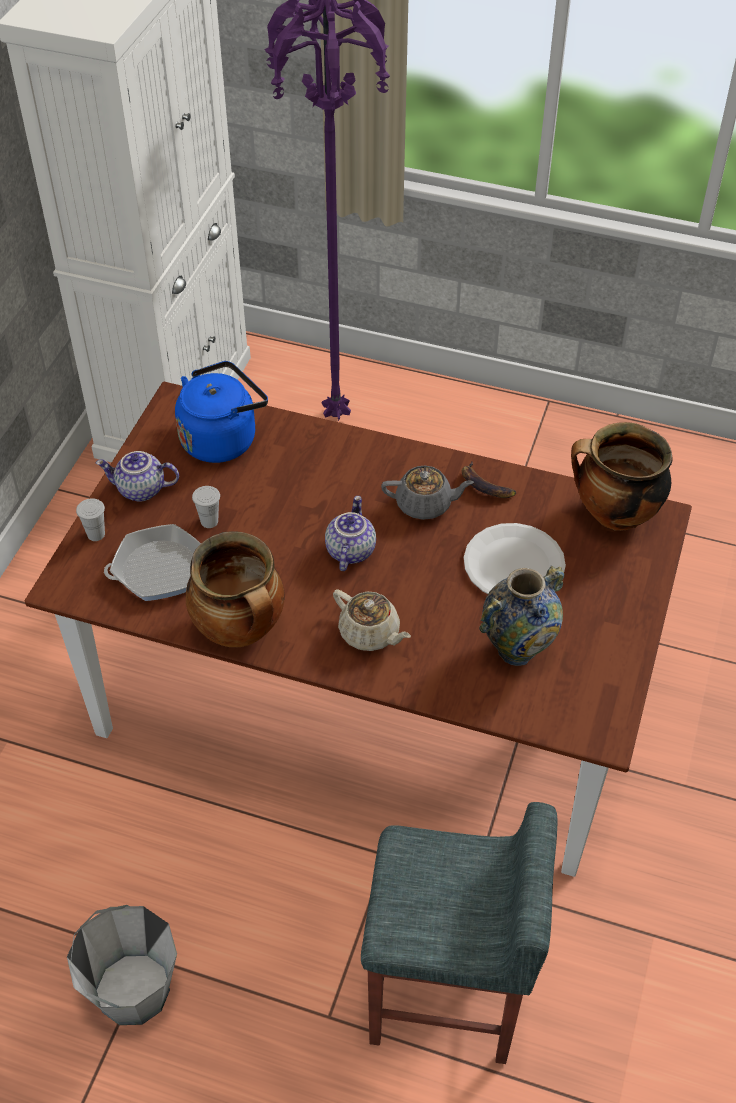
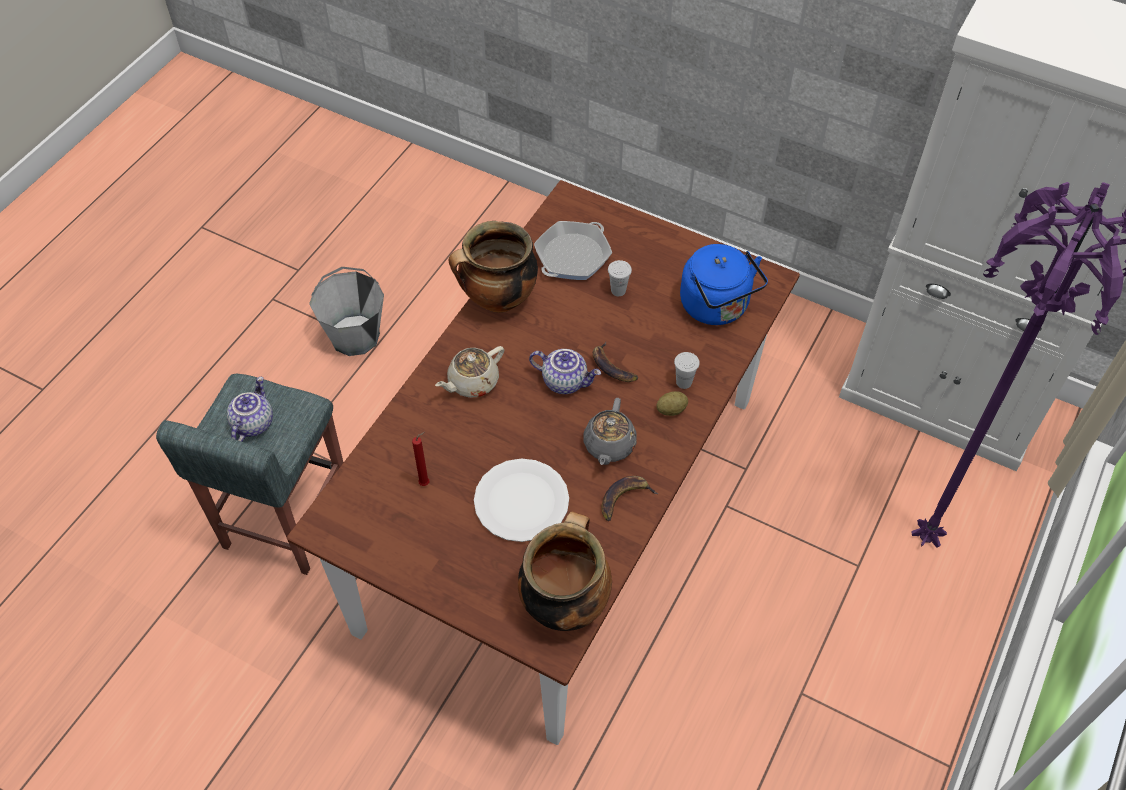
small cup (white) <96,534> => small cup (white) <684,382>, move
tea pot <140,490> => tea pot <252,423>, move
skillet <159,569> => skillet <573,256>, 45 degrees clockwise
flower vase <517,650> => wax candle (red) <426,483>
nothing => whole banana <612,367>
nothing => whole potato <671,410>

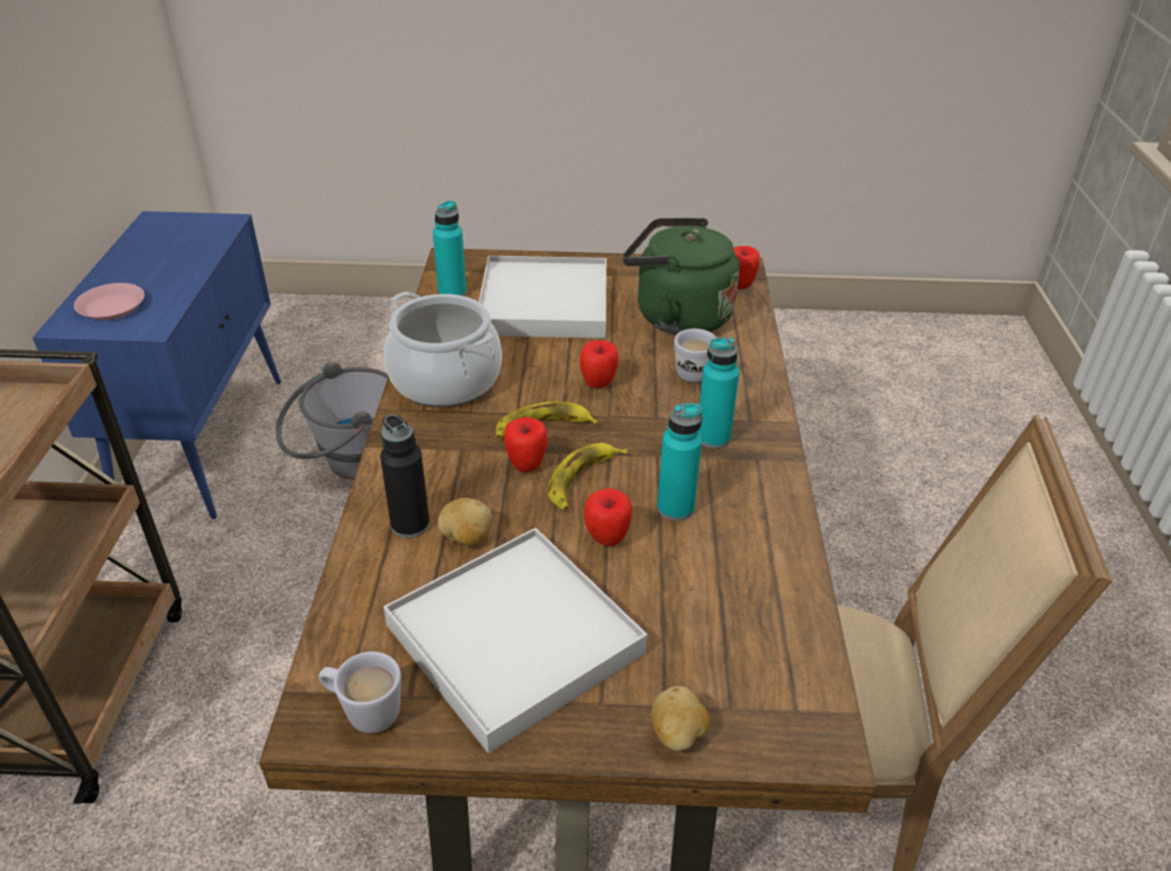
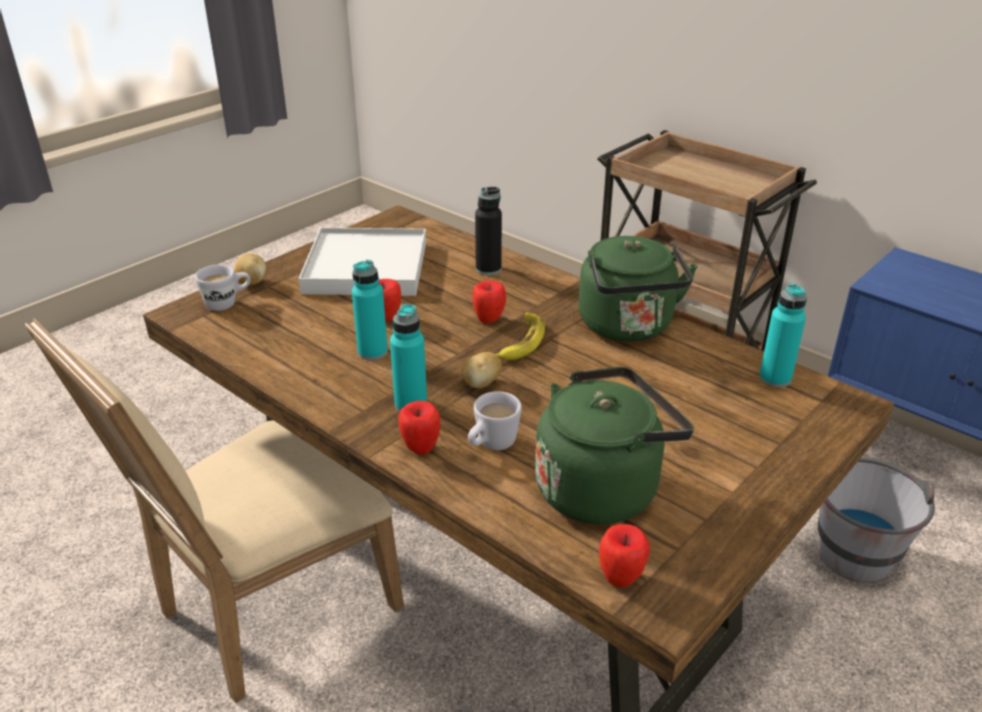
flat dish (pinkish) <111,307> => nothing
mug (white) <364,711> => mug (white) <227,303>, move
stockpot <446,380> => water kettle (green) <628,327>
whole potato <466,538> => whole potato <481,384>, move
serving tray (white) <543,303> => nothing
whole banana <582,480> => nothing
apple <598,384> => apple <420,448>, move

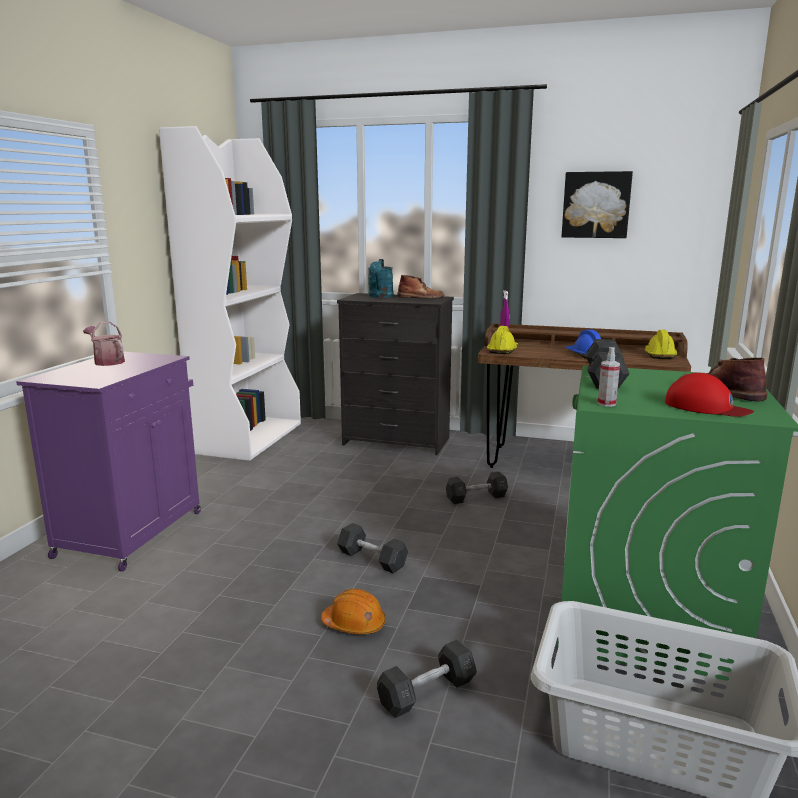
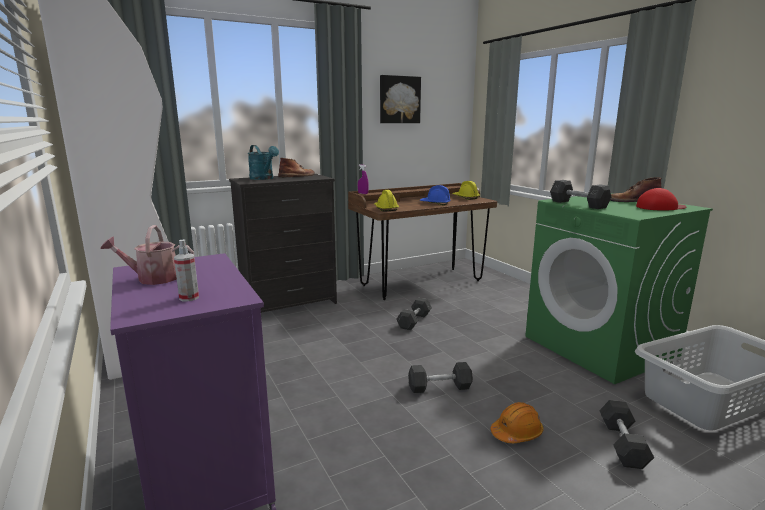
hand sprayer <606,404> => hand sprayer <189,298>, move

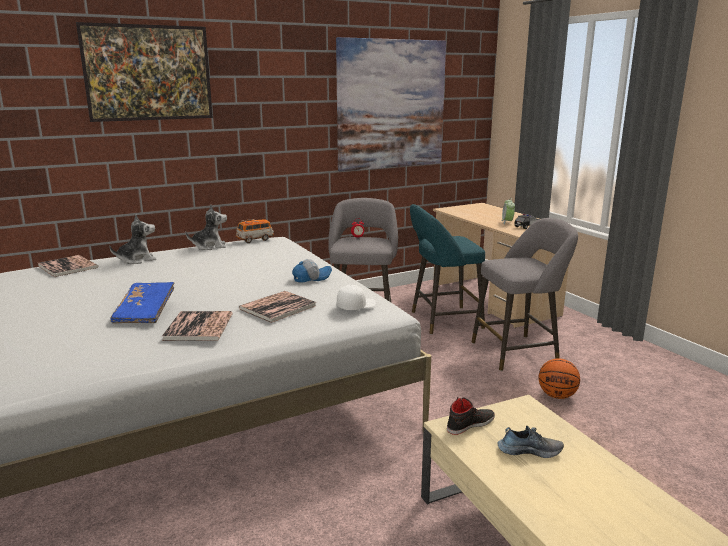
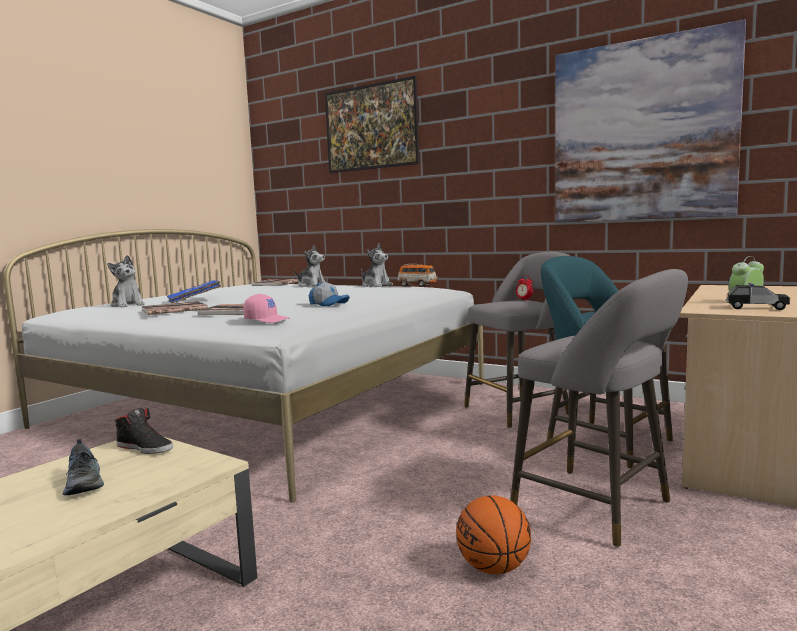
peaked cap (white) <356,306> => peaked cap (pinkish) <267,320>
nothing => plush toy <128,305>

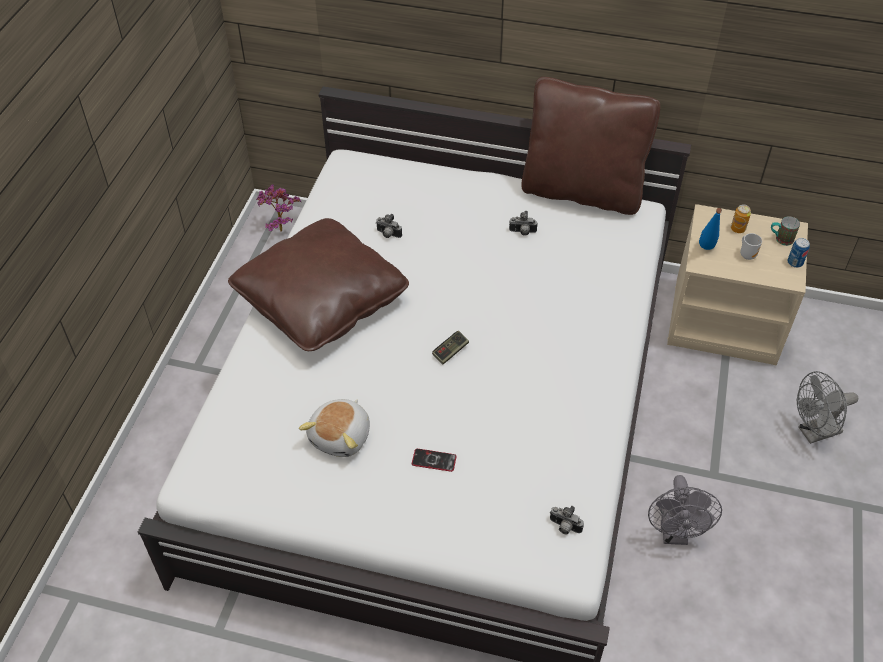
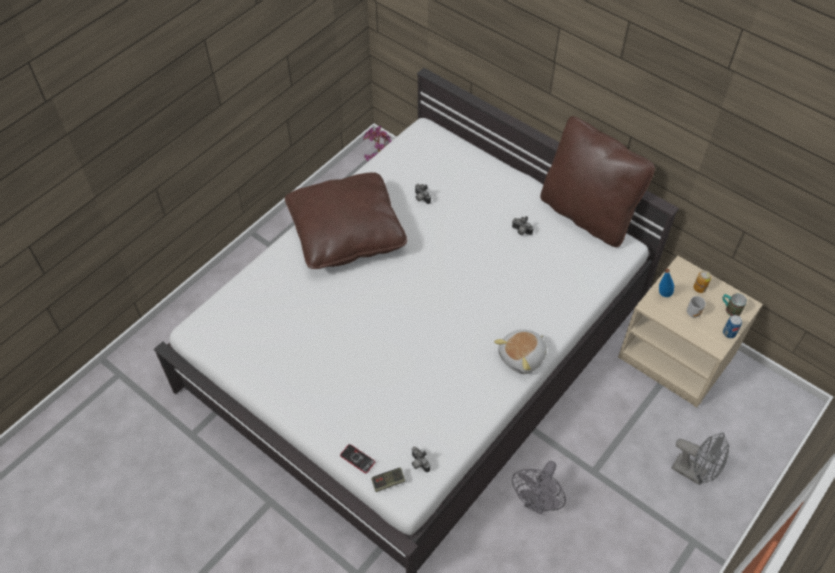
plush toy <342,437> => plush toy <522,357>, move
telephone <434,460> => telephone <357,459>, move
joypad <450,351> => joypad <388,482>, move
fan (grey) <814,433> => fan (grey) <694,472>, 150 degrees counterclockwise

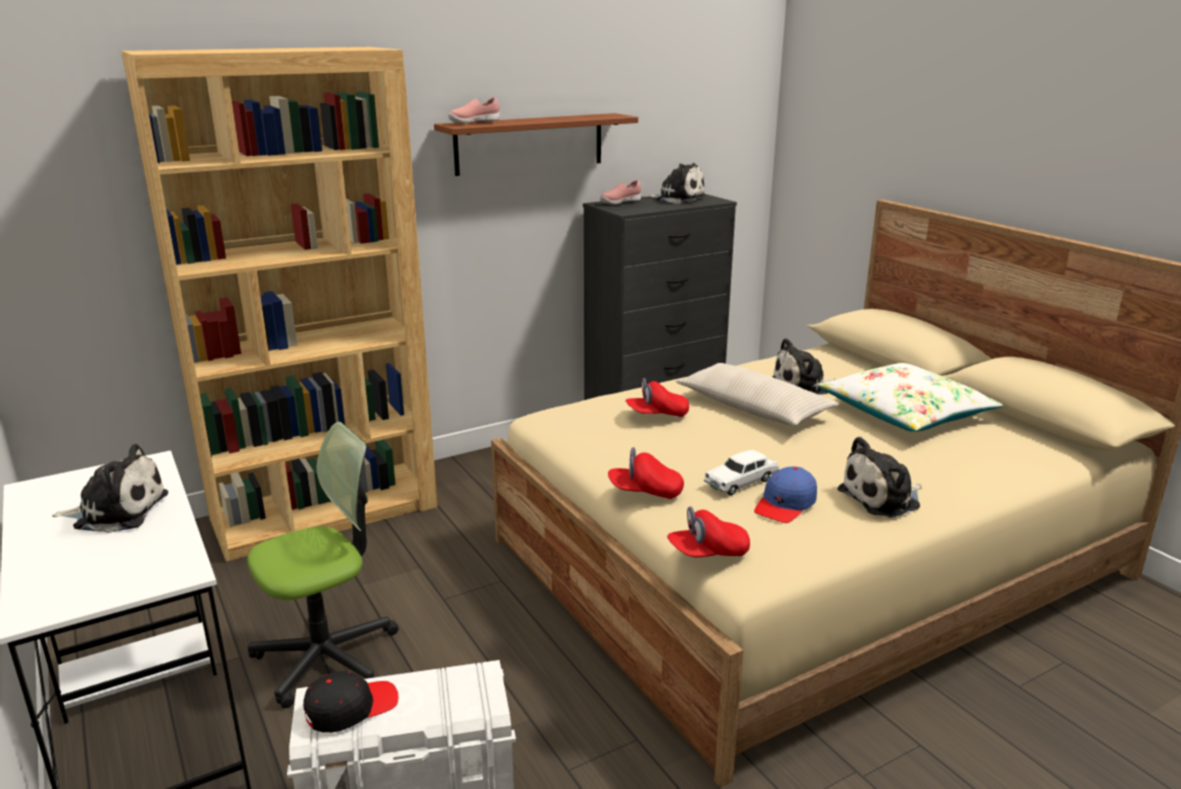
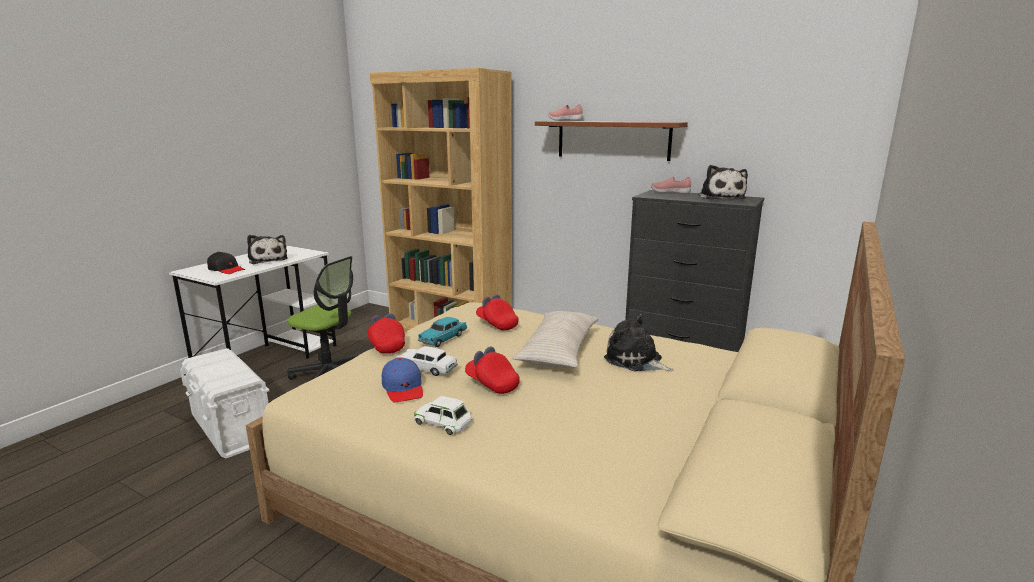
peaked cap (black-coloured) <351,708> => peaked cap (black-coloured) <226,269>, move
peaked cap (red) <708,553> => peaked cap (red) <492,384>, move
peaked cap (blue) <785,504> => peaked cap (blue) <403,388>, 120 degrees counterclockwise
throw pillow (white) <905,413> => nothing
plush toy <883,498> => toy car (white) <444,422>
nothing => toy car (blue-green) <443,339>

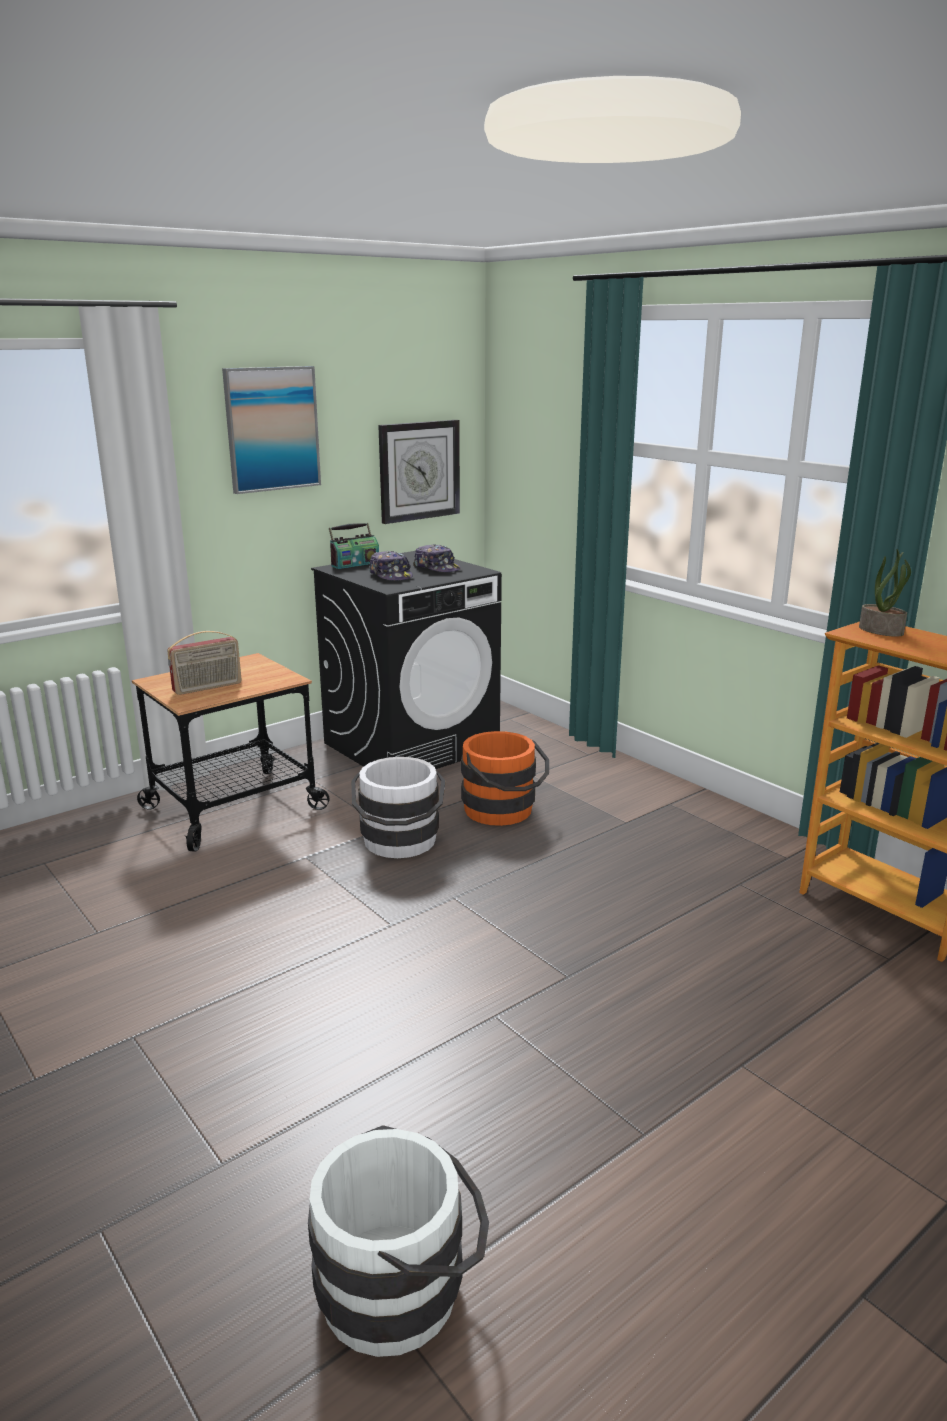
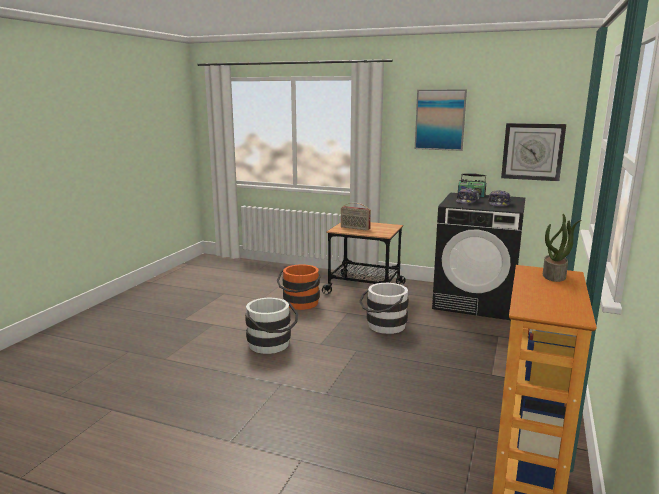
bucket (white) <404,1287> => bucket (white) <271,345>, move
bucket (orange) <503,812> => bucket (orange) <300,304>, move

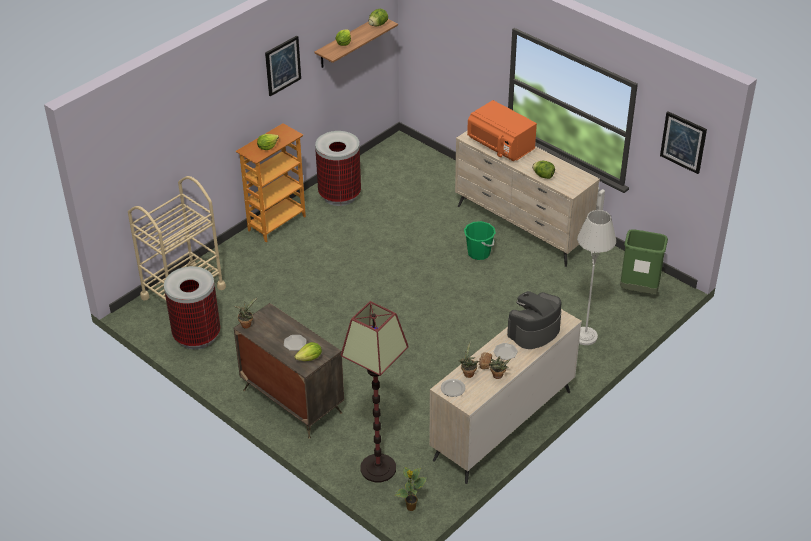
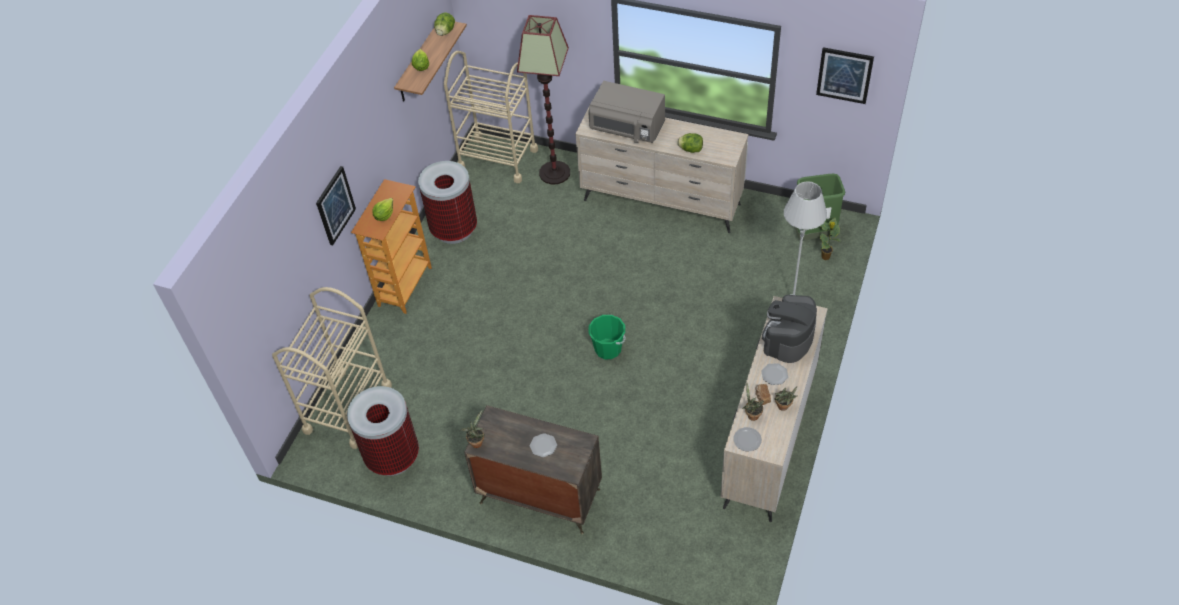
wall art <282,65> => wall art <335,205>, move
head of lettuce <310,358> => nothing
floor lamp <377,468> => floor lamp <554,173>, move
houseplant <411,507> => houseplant <825,257>, move
bucket (green) <479,253> => bucket (green) <608,349>, move
kitchen microwave (orange) <500,146> => kitchen microwave (grey) <627,129>
nothing => trolley (beige-coloured) <498,159>

